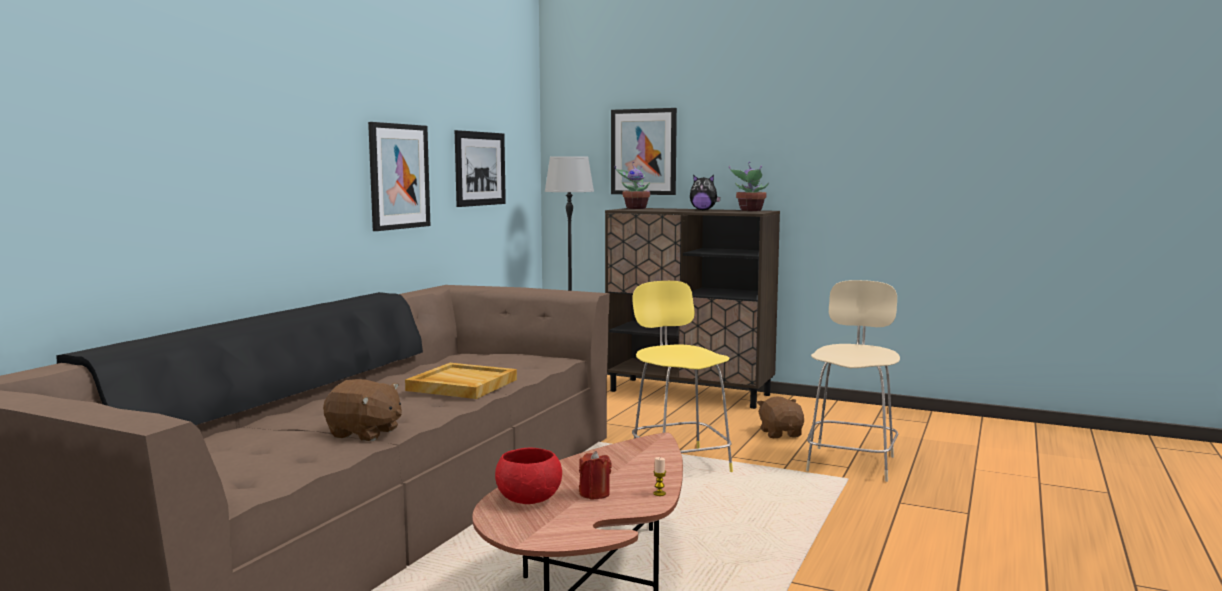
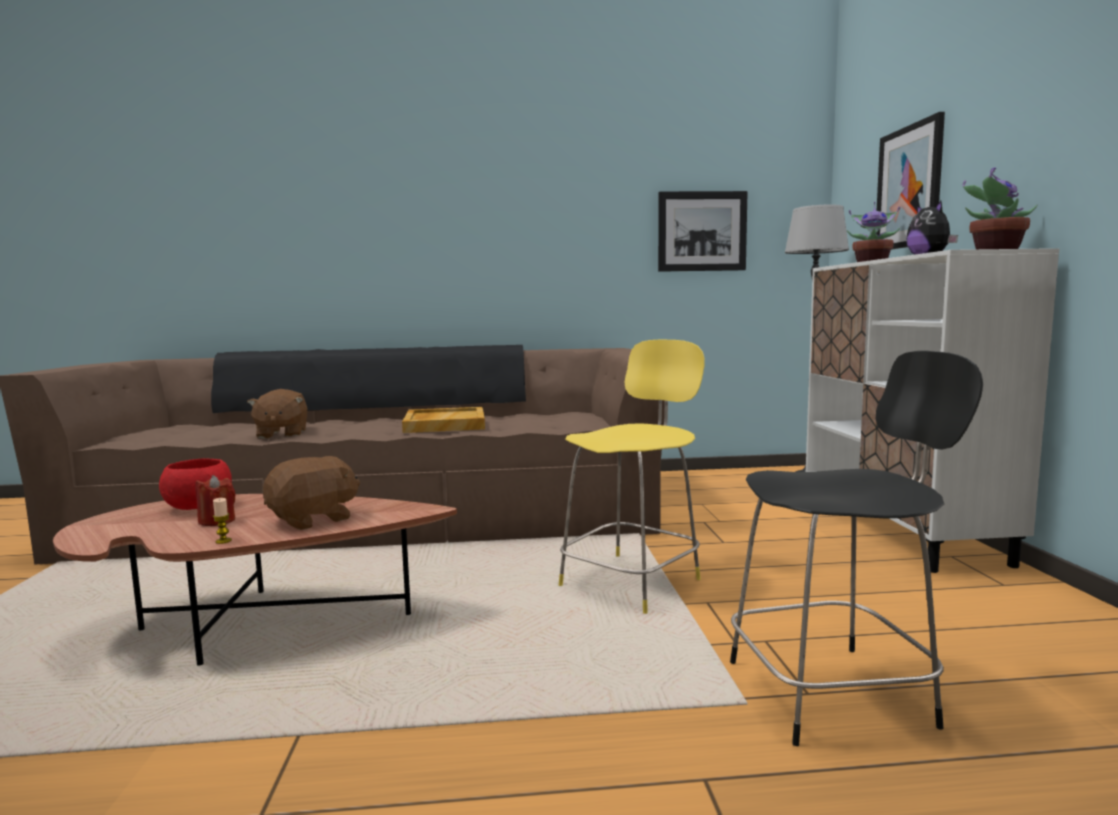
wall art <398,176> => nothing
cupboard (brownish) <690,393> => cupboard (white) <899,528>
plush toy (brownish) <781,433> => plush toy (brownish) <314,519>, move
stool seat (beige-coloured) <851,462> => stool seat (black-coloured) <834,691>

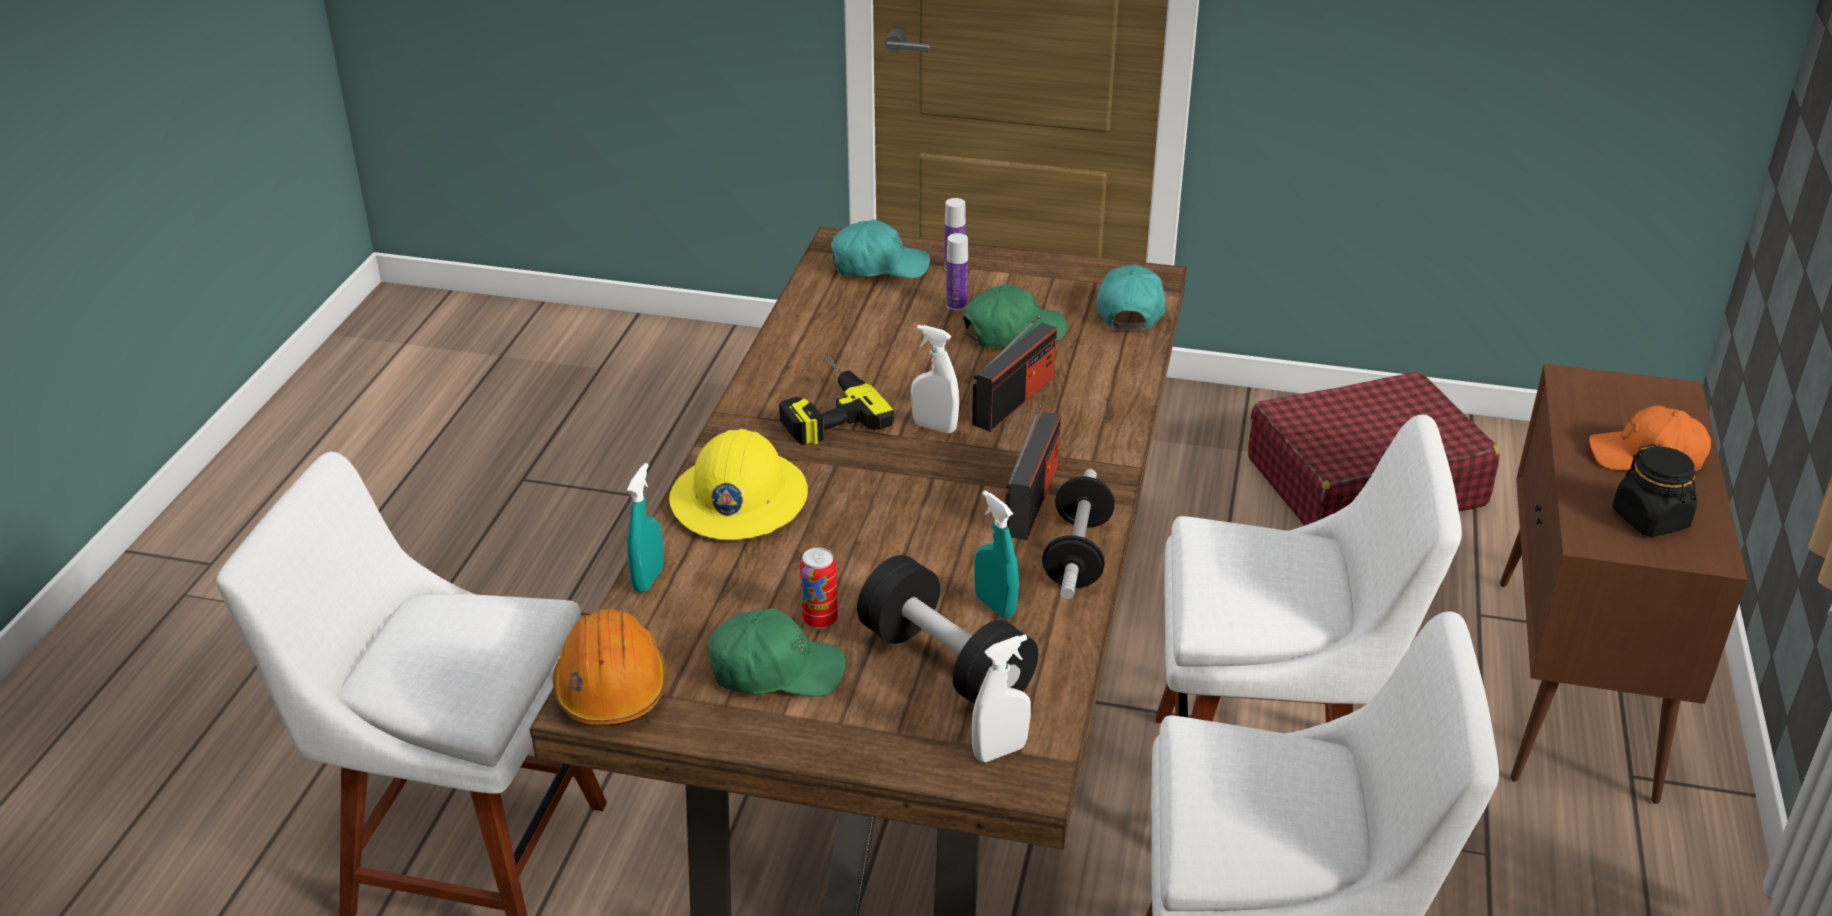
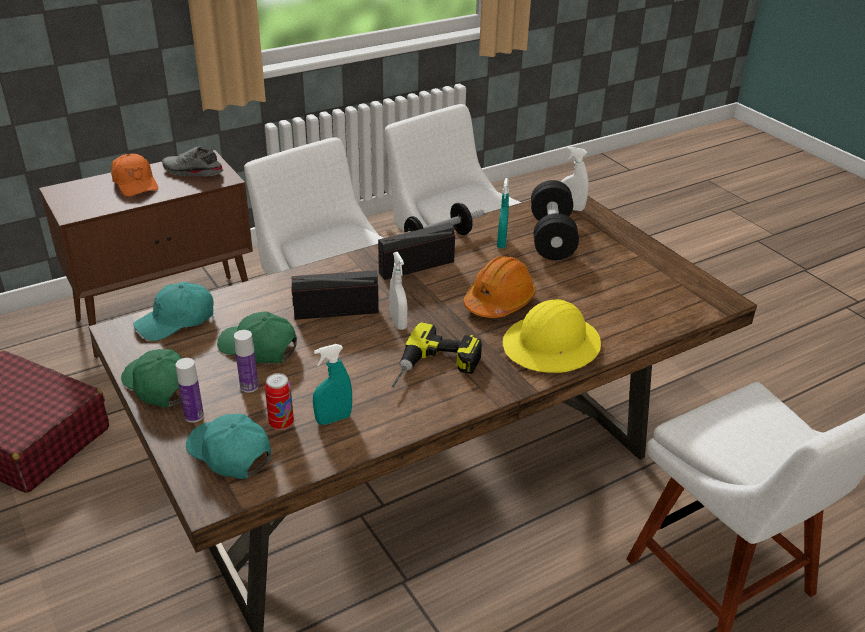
safety helmet (orange) <611,686> => safety helmet (orange) <499,301>, move
hand sprayer (blue-green) <648,579> => hand sprayer (blue-green) <333,419>, move
peaked cap (green) <775,670> => peaked cap (green) <159,386>, move
sealed can <820,620> => sealed can <281,423>, move
storage jar (black-coloured) <1650,519> => low shoe (grey) <192,172>

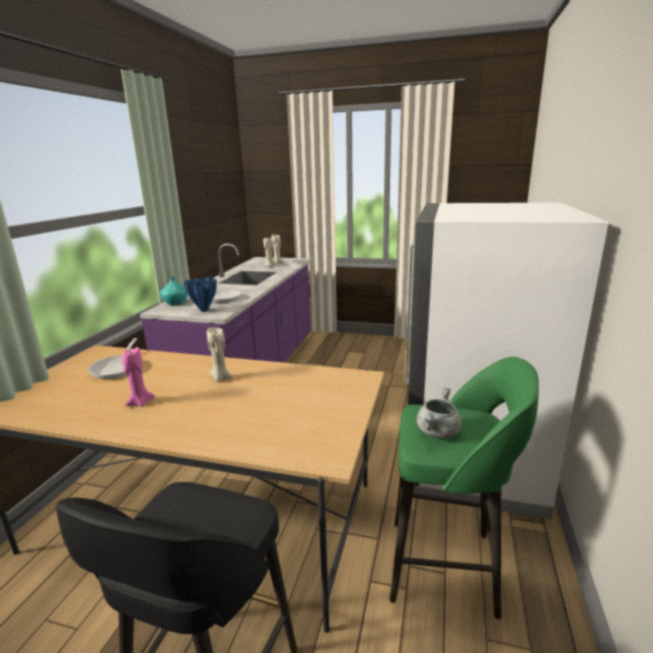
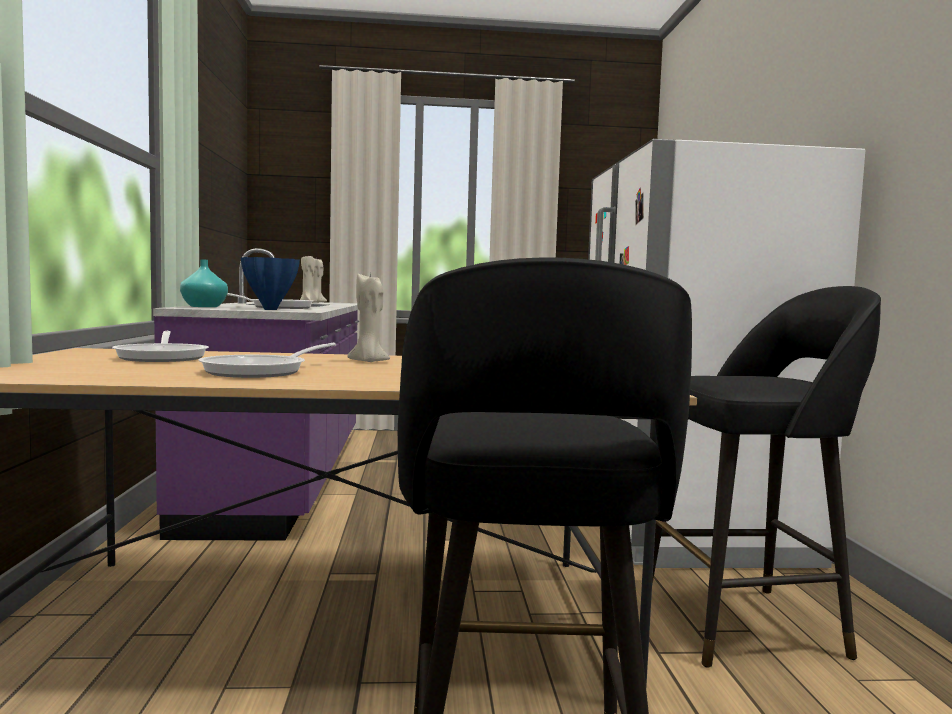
wax candle (pinkish) <140,402> => skillet <262,371>
stool seat (green) <446,567> => stool seat (black-coloured) <746,624>
stockpot (grey) <438,432> => nothing

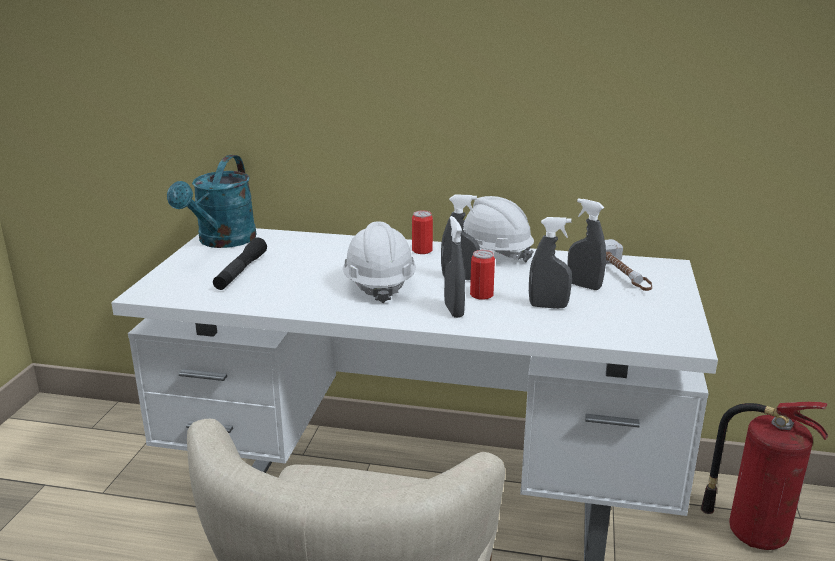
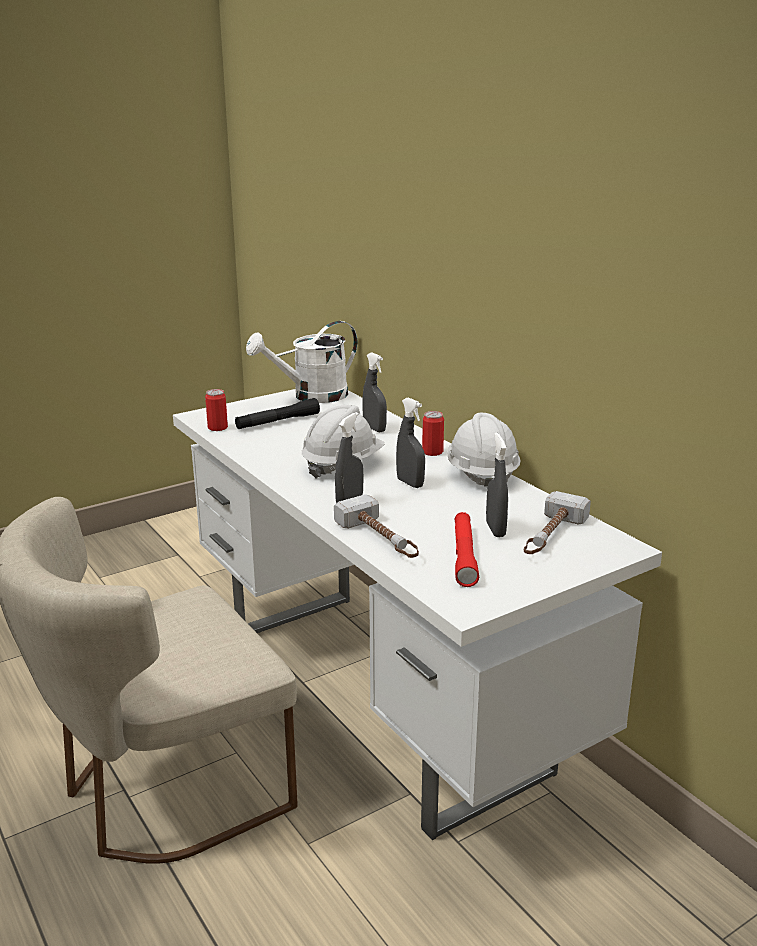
sprinkling can (blue-green) <222,241> => sprinkling can (white) <311,396>
sealed can <481,295> => sealed can <217,427>, move
hand sprayer (grey) <548,306> => hand sprayer (grey) <374,429>, move
extinguisher <752,532> => nothing
nothing => hammer <381,539>
nothing => torch (red) <464,556>

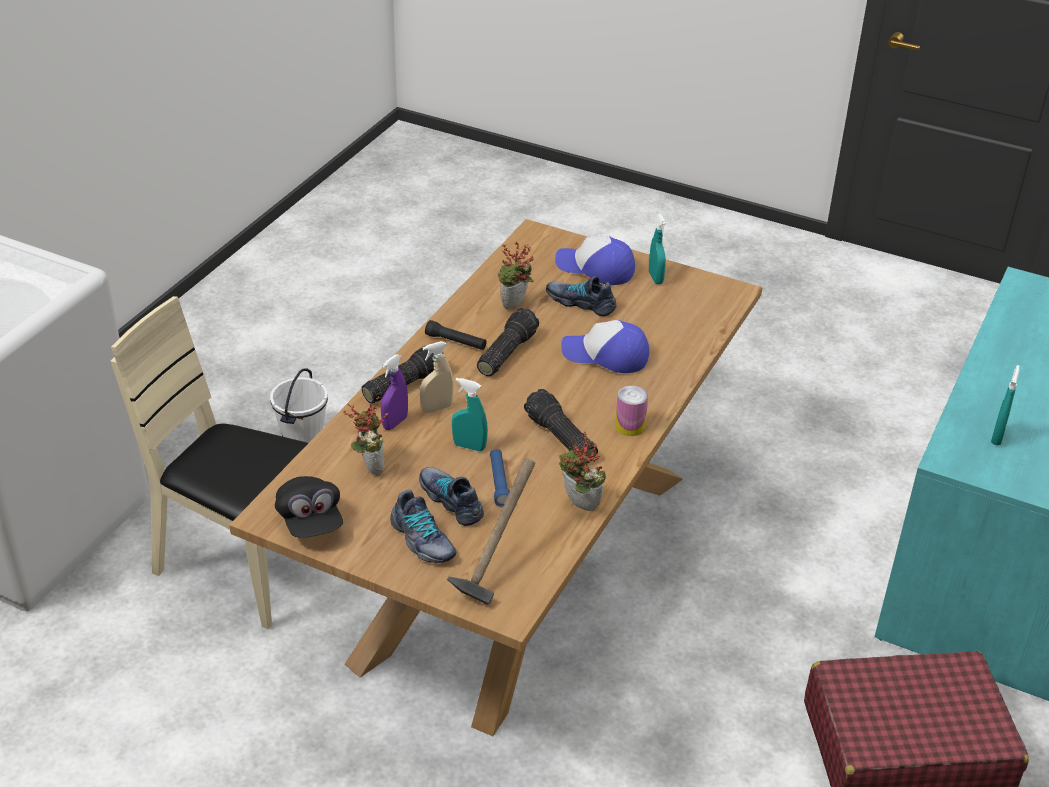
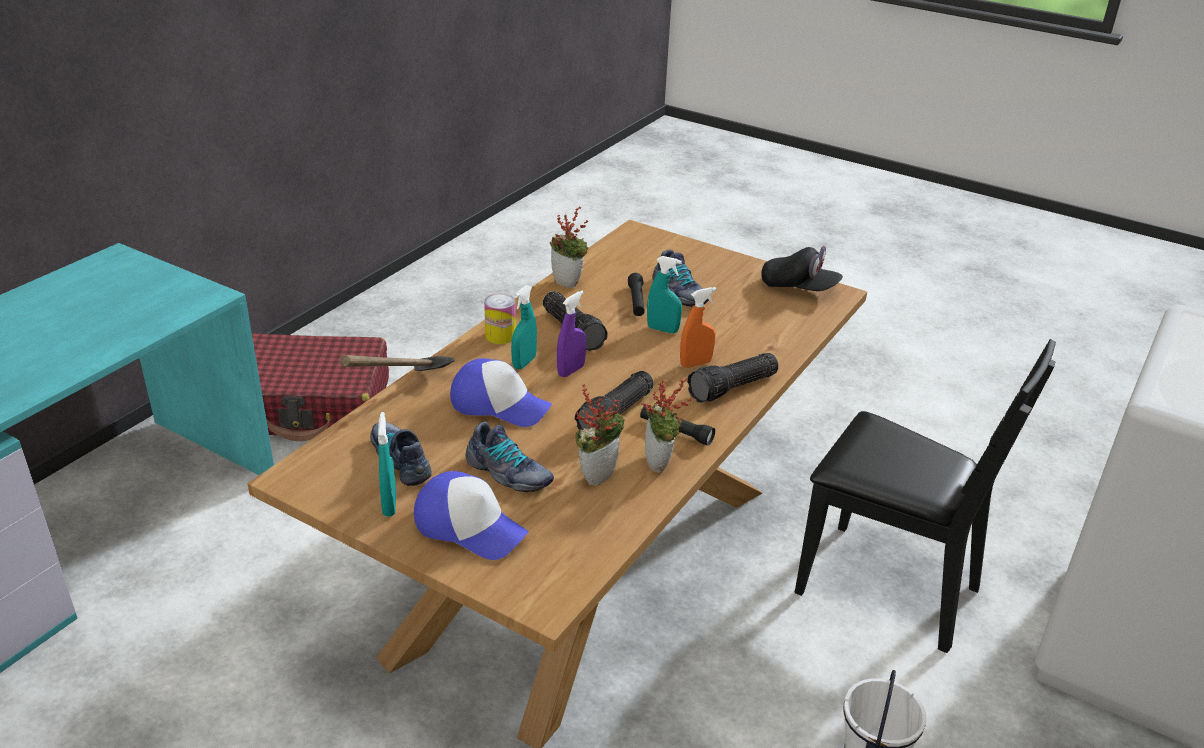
upright chair (beige-coloured) <243,568> => upright chair (black-coloured) <886,587>
peaked cap (black-coloured) <310,521> => peaked cap (black-coloured) <799,288>, 135 degrees clockwise
houseplant <369,467> => houseplant <661,464>, move
hand sprayer (purplish) <395,423> => hand sprayer (purplish) <571,370>, move
low shoe <422,540> => low shoe <402,459>, move
hand sprayer (beige-coloured) <437,408> => hand sprayer (orange) <696,363>
hammer <494,565> => hammer <403,398>, move
torch (blue) <499,483> => torch (black-coloured) <636,301>
hand sprayer (blue-green) <997,437> => hand sprayer (blue-green) <524,363>, move

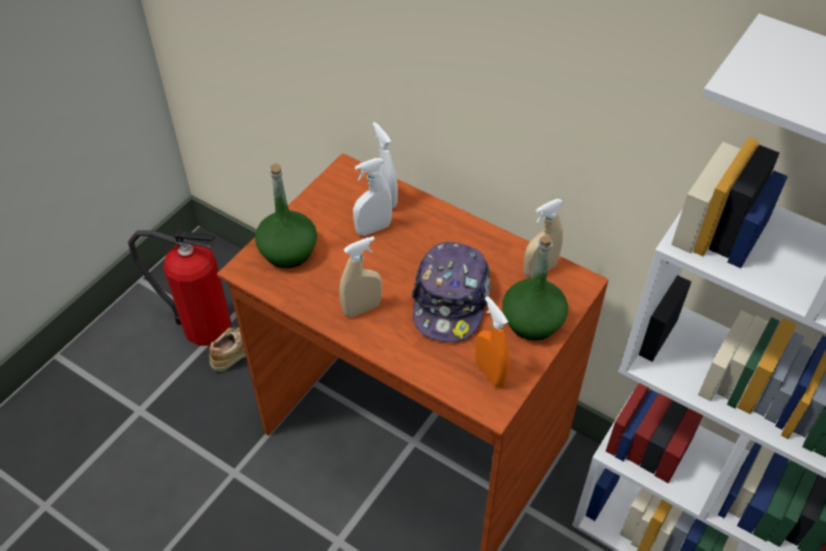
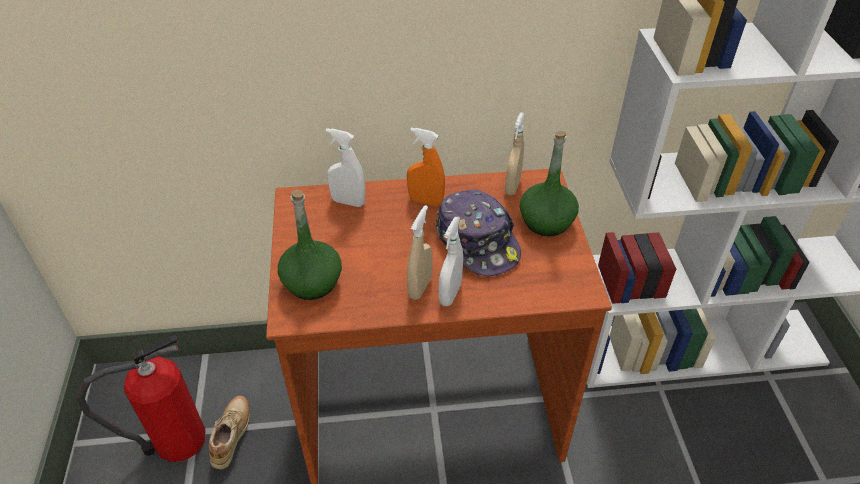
hand sprayer (white) <373,229> => hand sprayer (white) <450,294>, move
hand sprayer (orange) <490,373> => hand sprayer (orange) <425,201>, move

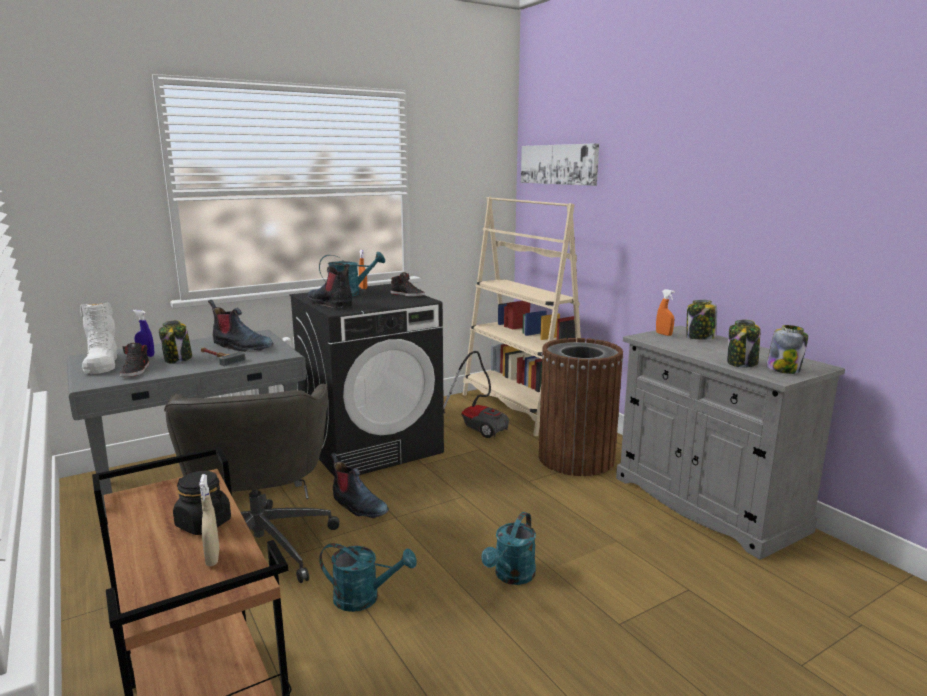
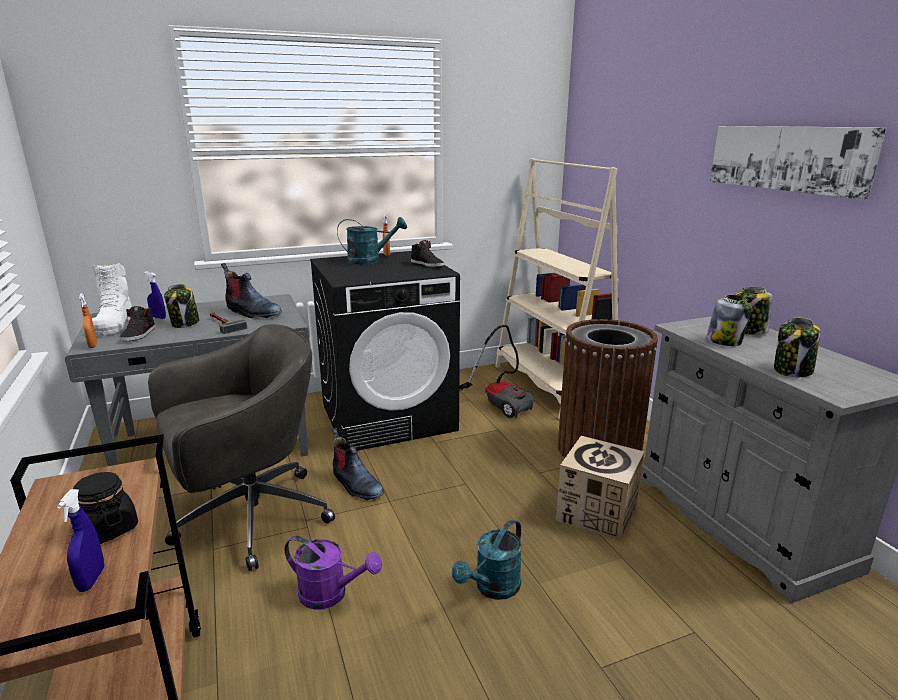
desk chair (grey) <261,544> => desk chair (grey) <249,518>, 120 degrees counterclockwise
hand sprayer (beige-coloured) <213,558> => hand sprayer (blue) <91,579>
boot <331,304> => nothing
sprinkling can (blue-green) <364,598> => sprinkling can (purplish) <331,594>
wall art <559,164> => wall art <788,158>, move
hand sprayer (orange) <664,334> => hand sprayer (orange) <93,345>, move
storage jar <783,370> => storage jar <724,341>, move
nothing => packing box <597,513>

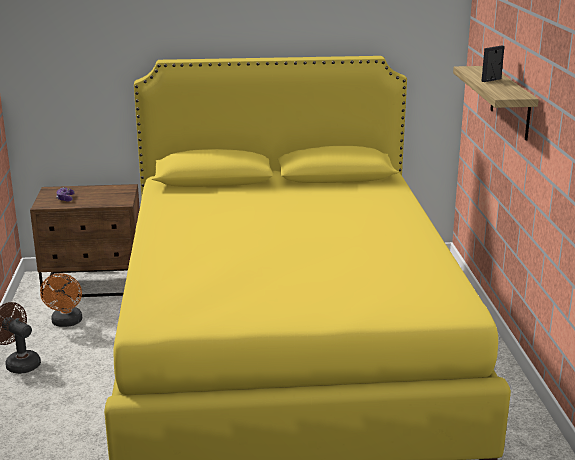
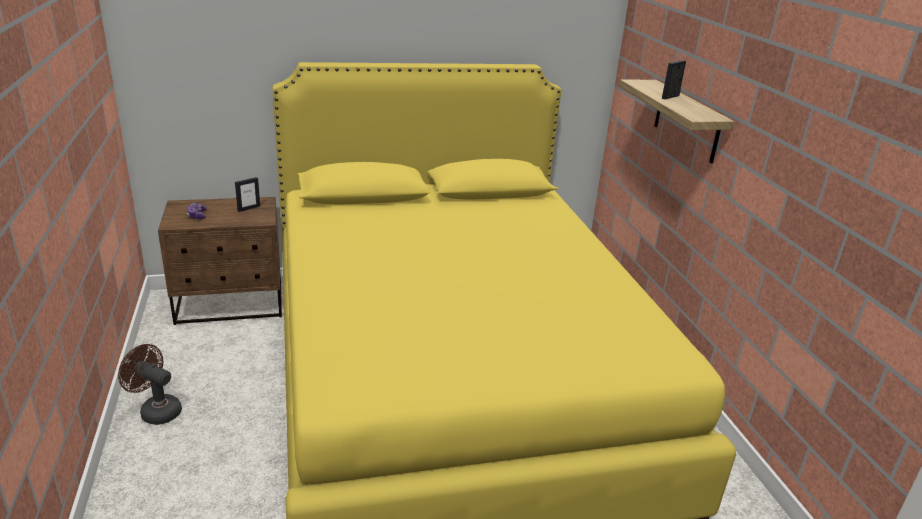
fan (orange) <66,323> => nothing
nothing => picture frame <248,208>

